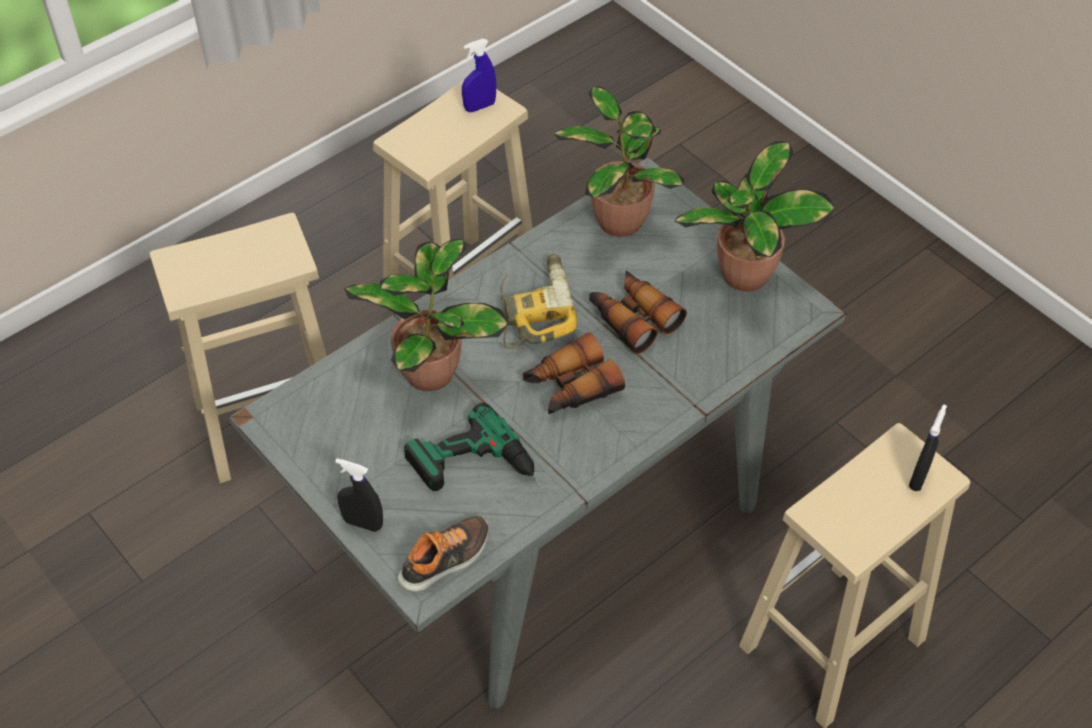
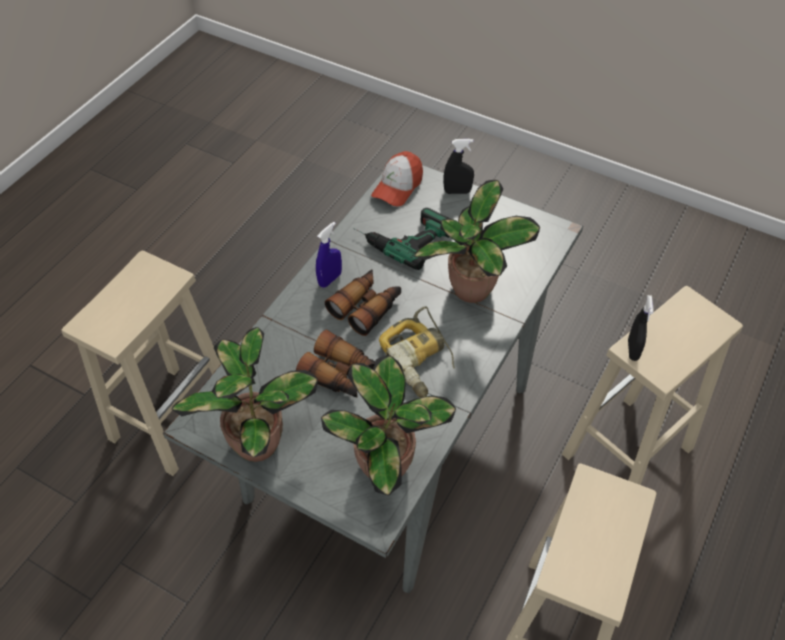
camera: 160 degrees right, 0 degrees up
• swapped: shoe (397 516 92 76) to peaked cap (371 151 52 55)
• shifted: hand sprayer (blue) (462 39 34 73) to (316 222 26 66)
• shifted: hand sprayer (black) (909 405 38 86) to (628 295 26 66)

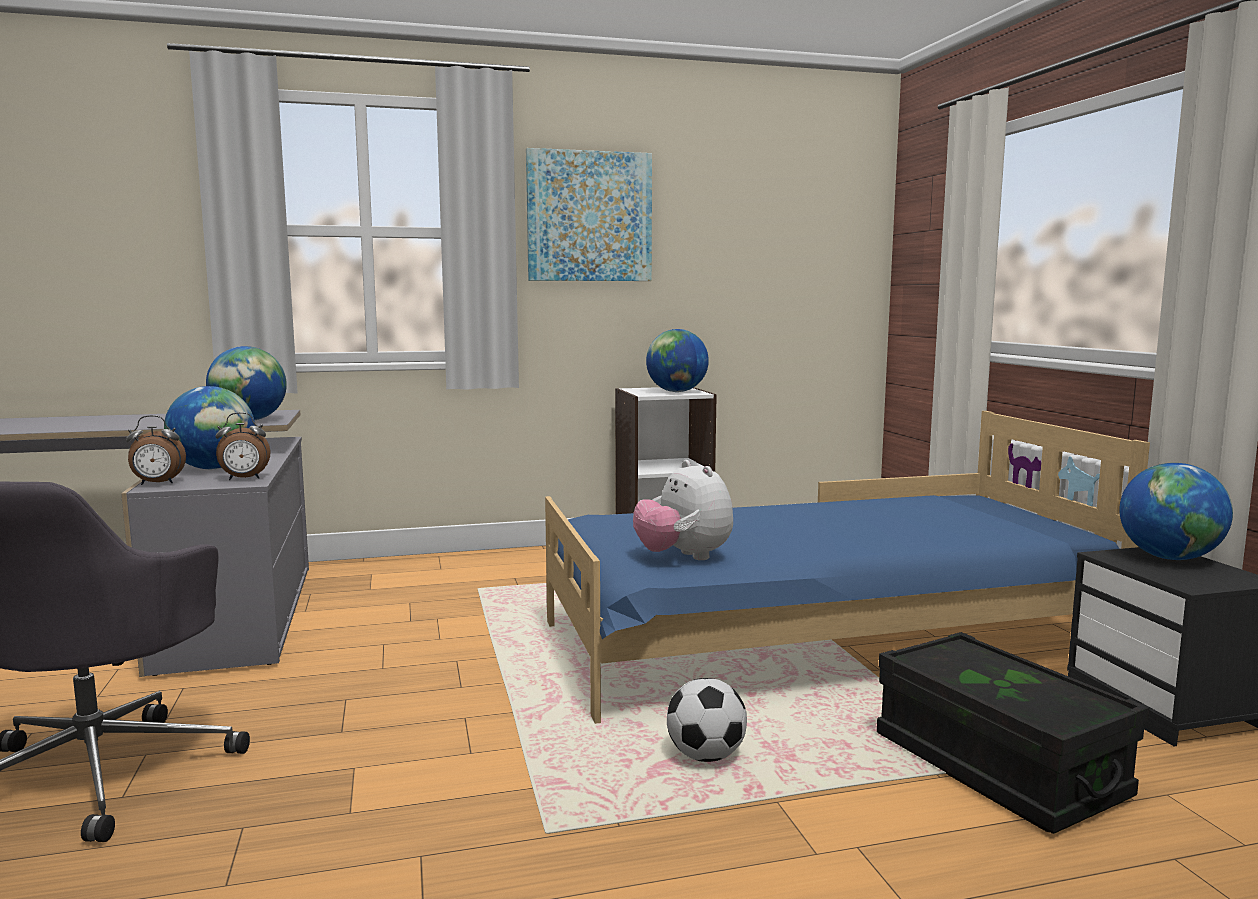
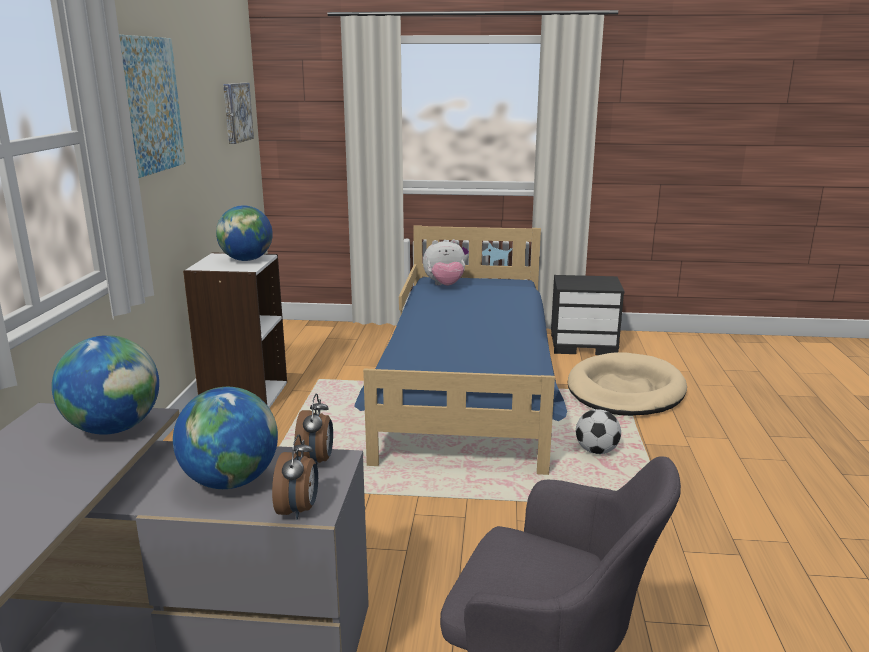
camera: 70 degrees left, 10 degrees up
• shifted: plush toy (633 460 100 100) to (423 239 43 46)
• swapped: storage box (black) (877 632 273 202) to pet bed (beige) (568 353 119 63)
• gone: globe (1119 463 114 97)
• new: wall picture (223 83 31 61)

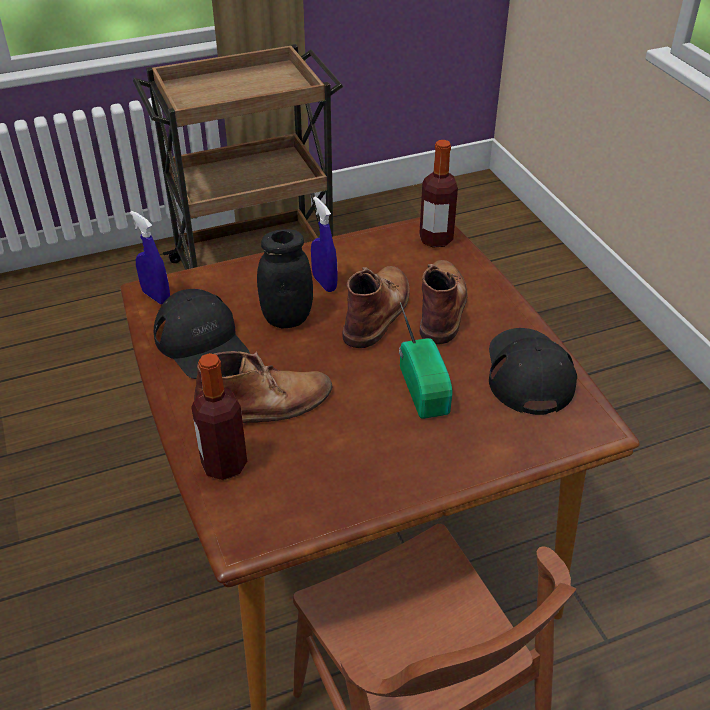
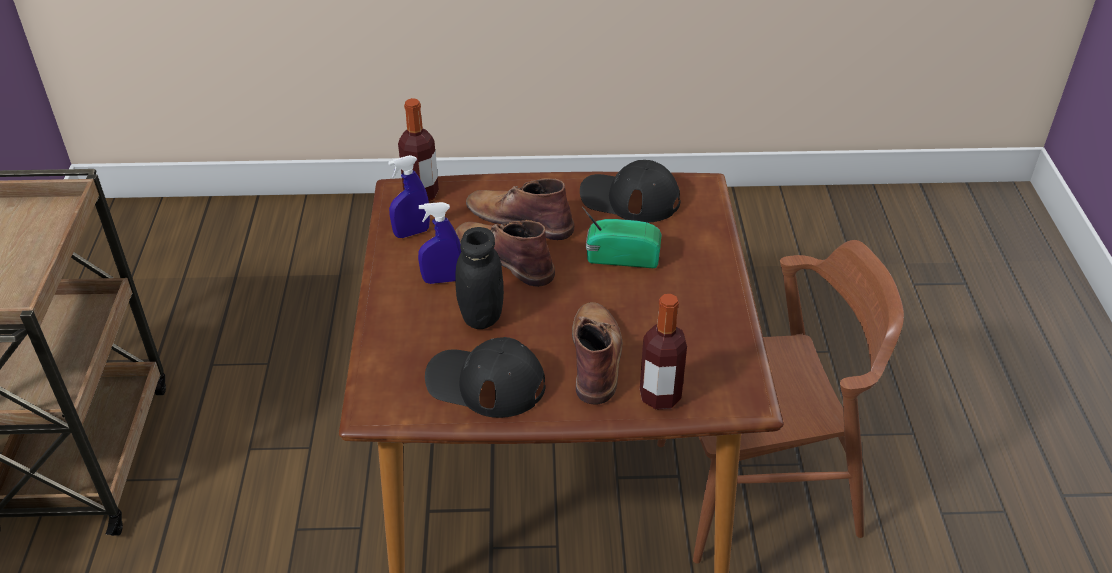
camera: 70 degrees left, 0 degrees up
• shifted: hand sprayer (blue) (130 211 40 93) to (388 155 42 83)
• rotated: peaked cap (black) (154 289 96 90) = (425 337 121 81) 150 degrees counterclockwise

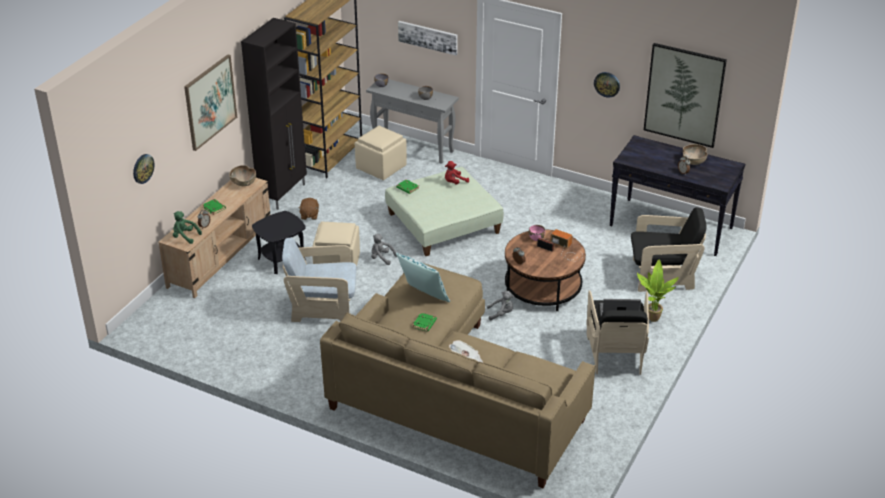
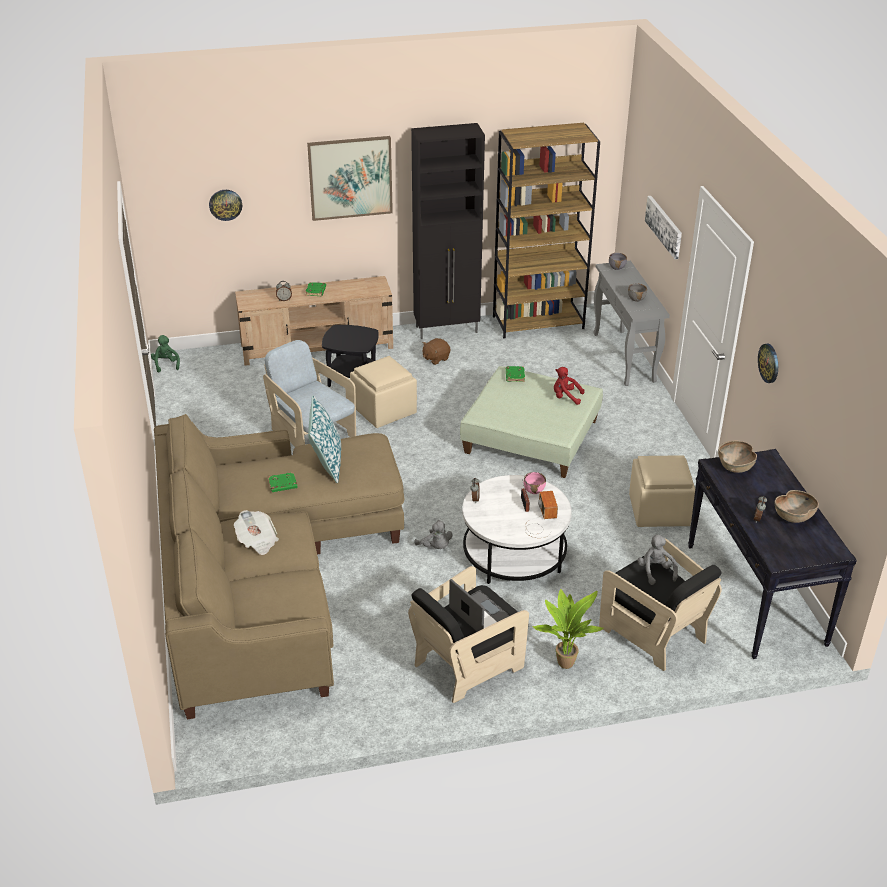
camera: 50 degrees right, 0 degrees up
• shifted: plush toy (green-coloured) (173 211 29 33) to (151 335 29 38)
• shifted: bowl (brown-coloured) (229 165 27 21) to (718 441 39 32)
• shifted: footrest (beige) (355 126 52 54) to (629 455 66 72)
• shifted: plush toy (grey) (371 234 26 31) to (637 534 41 51)
• repainted: coffee table (brown-coloured) (505 229 81 82) to coffee table (whitish) (462 475 110 109)
• gone: wall picture (644 43 83 105)

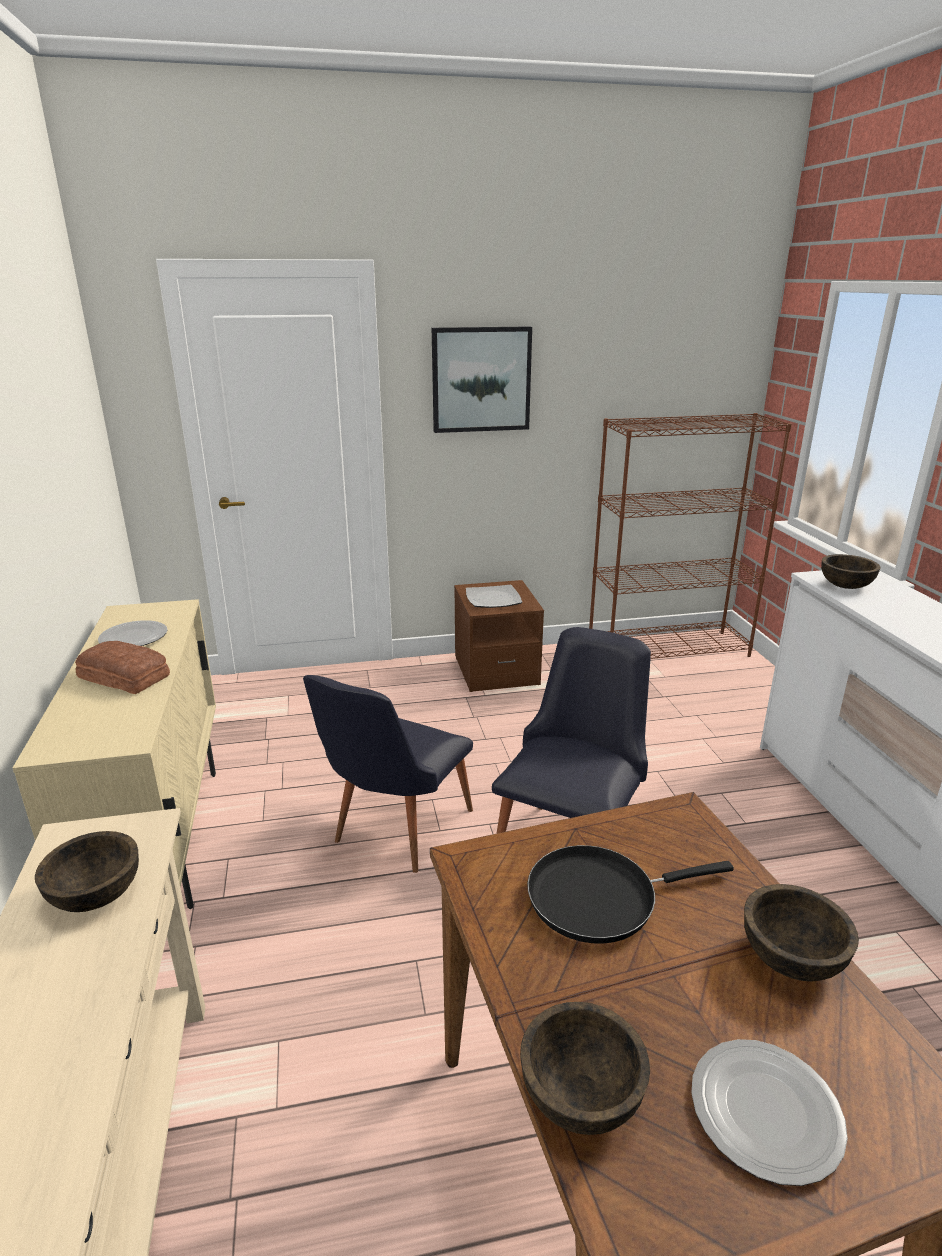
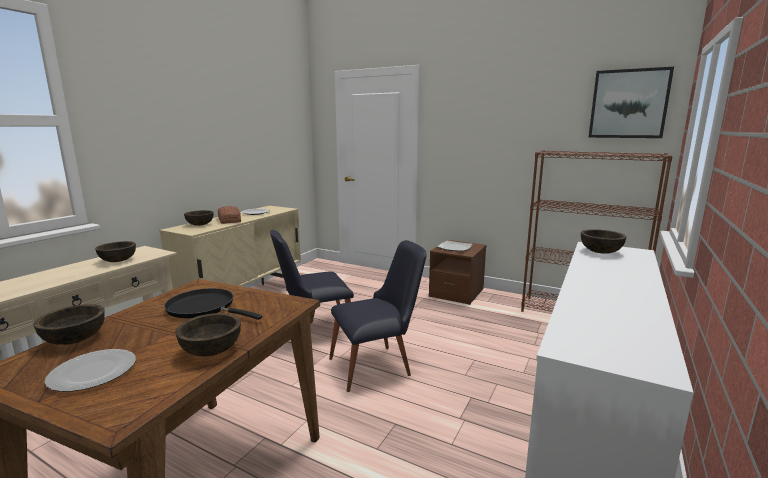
camera: 40 degrees right, 10 degrees down
• shifted: wall picture (432 326 100 107) to (588 67 86 71)
• new: bowl (brown-coloured) (184 210 30 16)

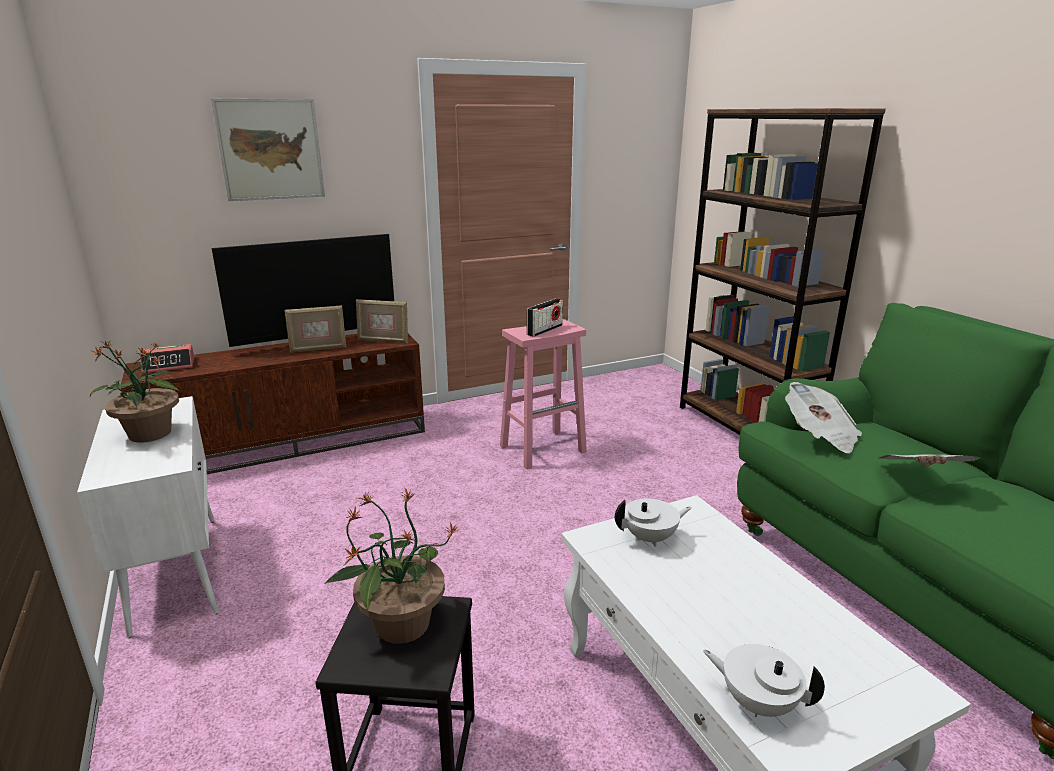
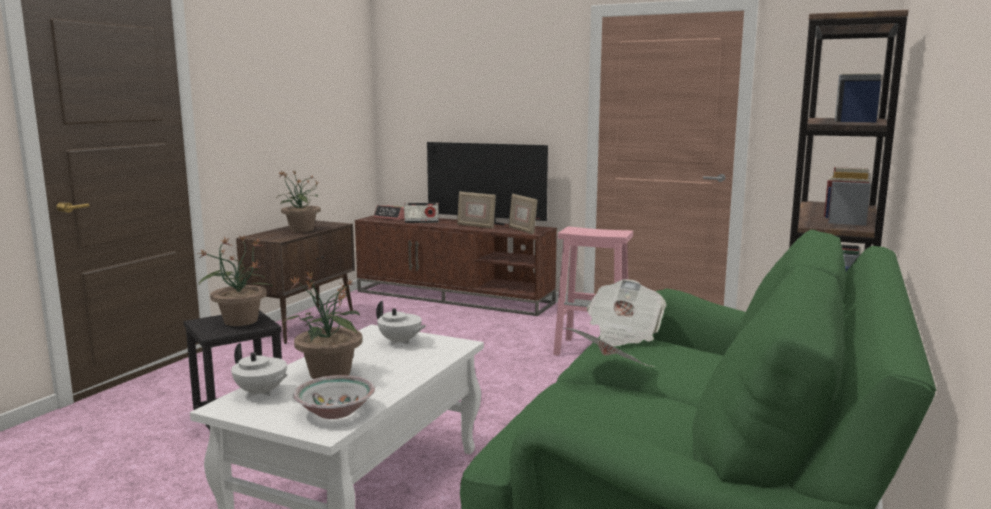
camera: 50 degrees right, 10 degrees down
• repainted: cupboard (whitish) (77 396 142 242) to cupboard (brown-coloured) (236 220 119 124)
• gone: wall picture (211 99 114 102)
• shifted: radio receiver (527 298 36 39) to (404 203 35 20)
• rotated: tea pot (whitish) (703 644 122 73) = (231 343 57 55) 135 degrees clockwise
• new: houseplant (282 271 81 108)
• new: bowl (293 375 82 44)

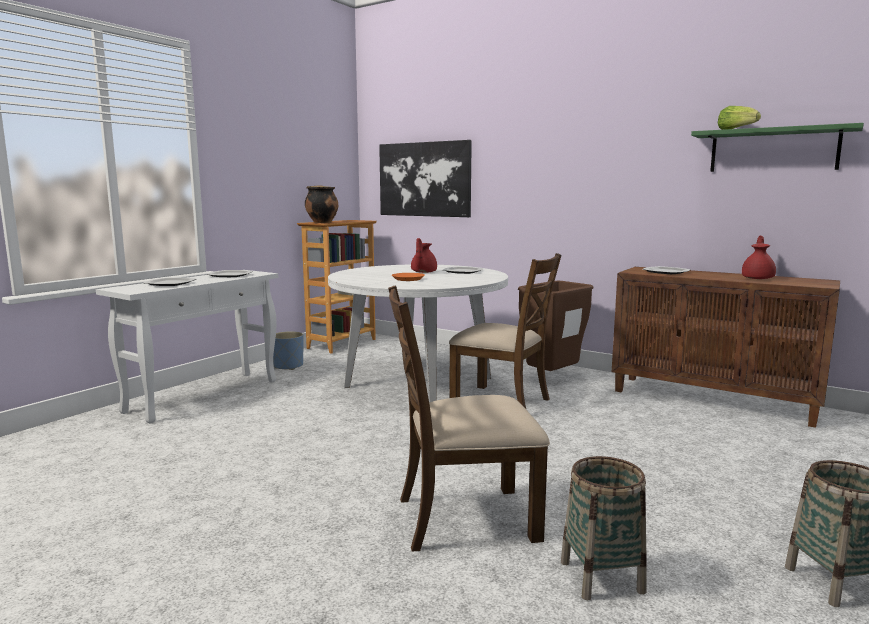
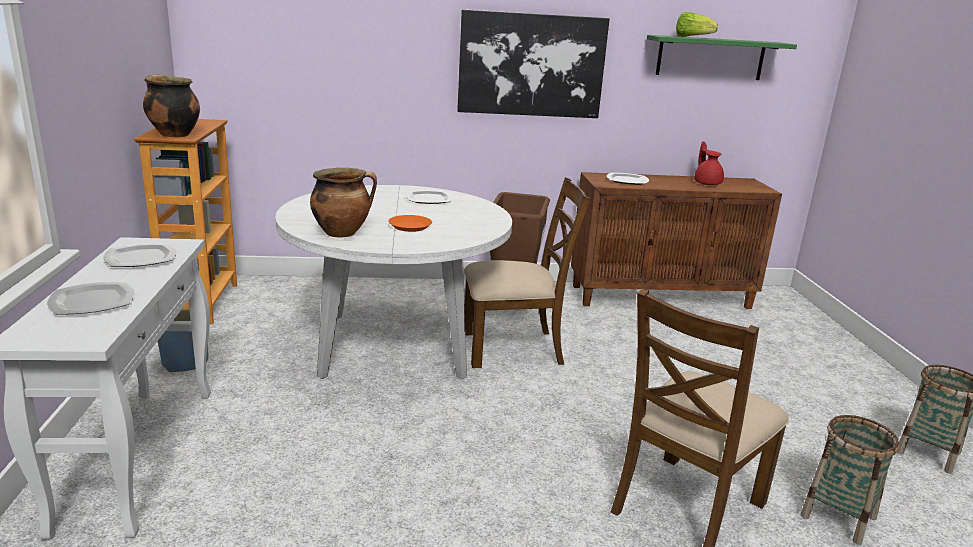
camera: 40 degrees left, 10 degrees up
• shifted: wall picture (379 140 93 77) to (457 9 152 109)
• gone: tea pot (reddish) (411 238 26 35)
• new: cooking pot (310 168 67 69)

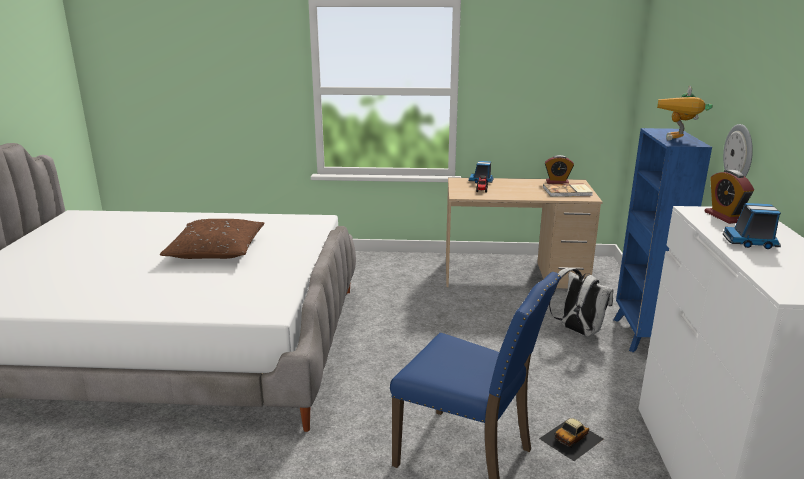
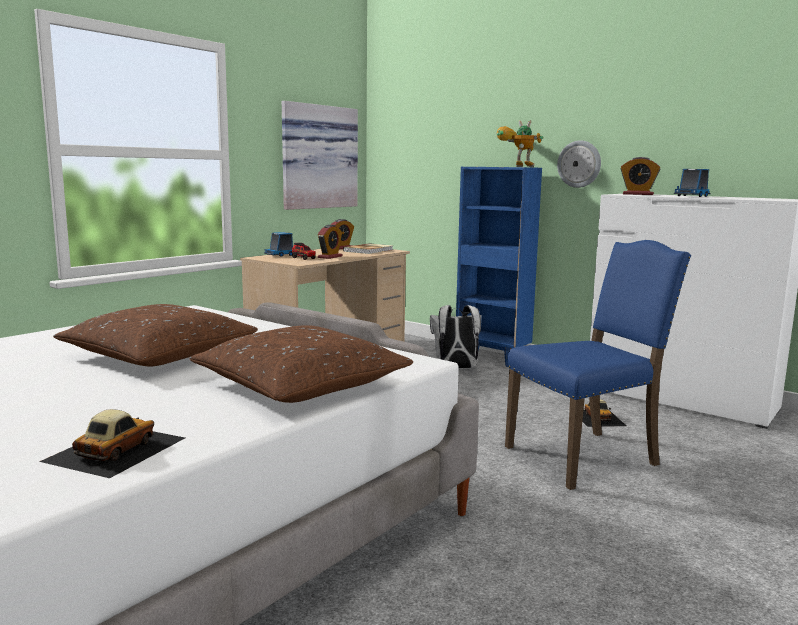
camera: 55 degrees left, 10 degrees down
• rotated: model robot (657 86 56 55) = (496 120 48 47) 150 degrees clockwise
• new: model car (39 409 146 69)
• new: pillow (brown-coloured) (190 325 223 78)
• new: wall picture (282 101 76 109)
• new: bedside clock (318 225 25 34)

